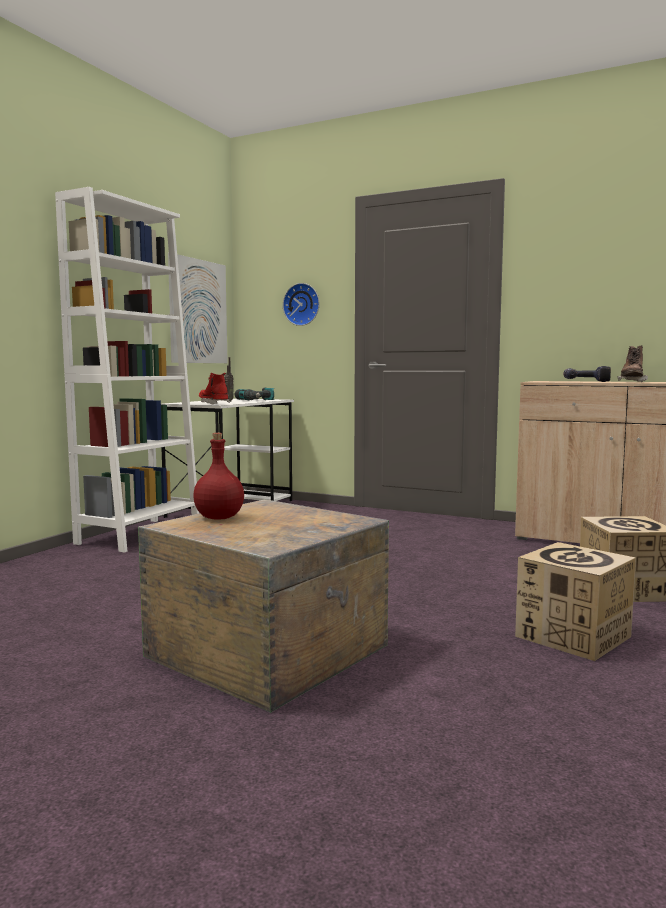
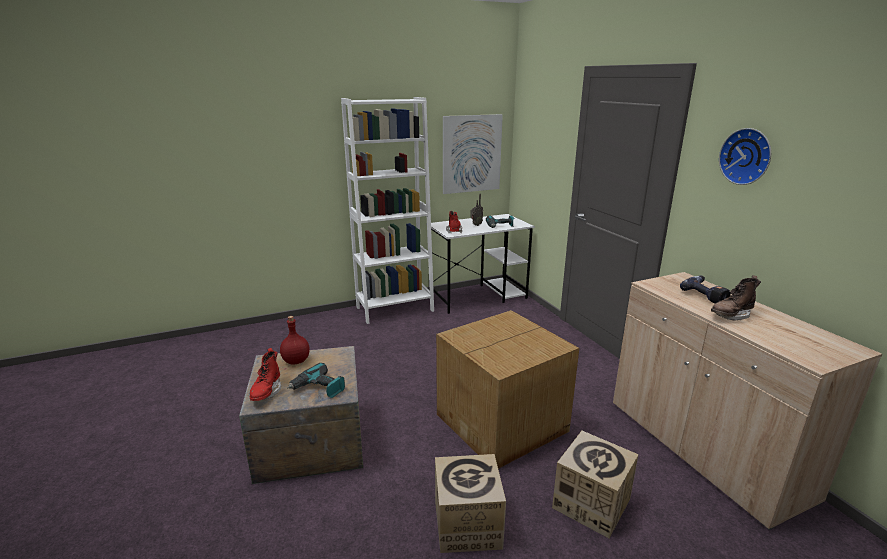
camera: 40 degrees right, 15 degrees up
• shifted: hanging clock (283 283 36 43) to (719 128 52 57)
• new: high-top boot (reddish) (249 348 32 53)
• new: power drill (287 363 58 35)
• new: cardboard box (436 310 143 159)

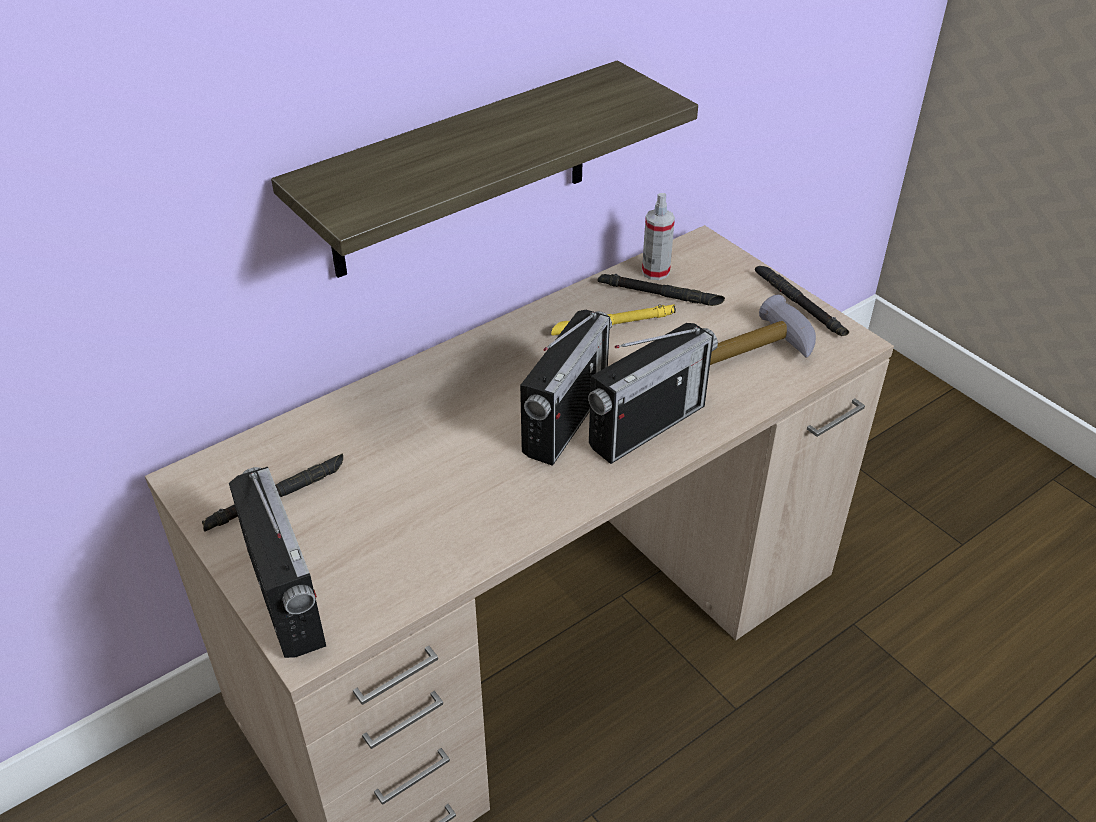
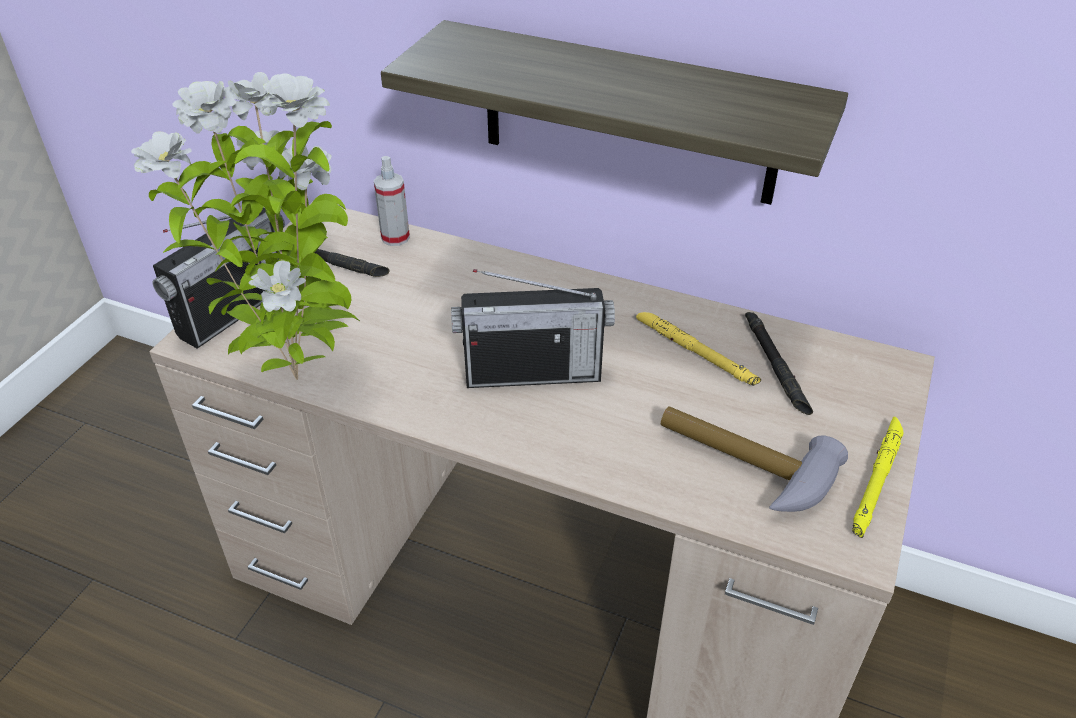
camera: 60 degrees right, 0 degrees up
• gone: radio receiver (588 323 130 141)
• shifted: hand sprayer (642 193 33 87) to (374 156 36 90)
• repainted: flashlight (black) (755 266 94 70) to flashlight (yellow) (852 417 51 121)
• new: houseplant (131 72 229 308)

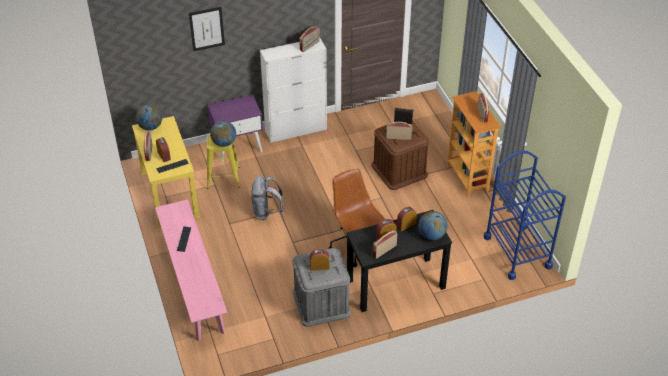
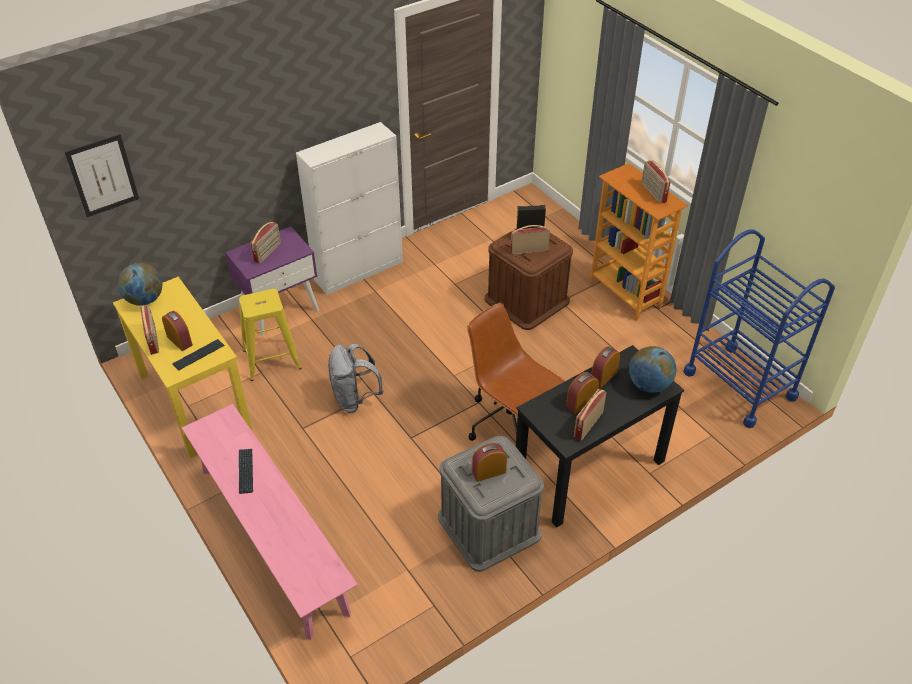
camera: 15 degrees left, 0 degrees up
• shifted: wall picture (189 7 36 44) to (65 134 74 83)
• gone: globe (210 121 26 26)
• shifted: radio receiver (299 27 21 25) to (251 222 30 42)

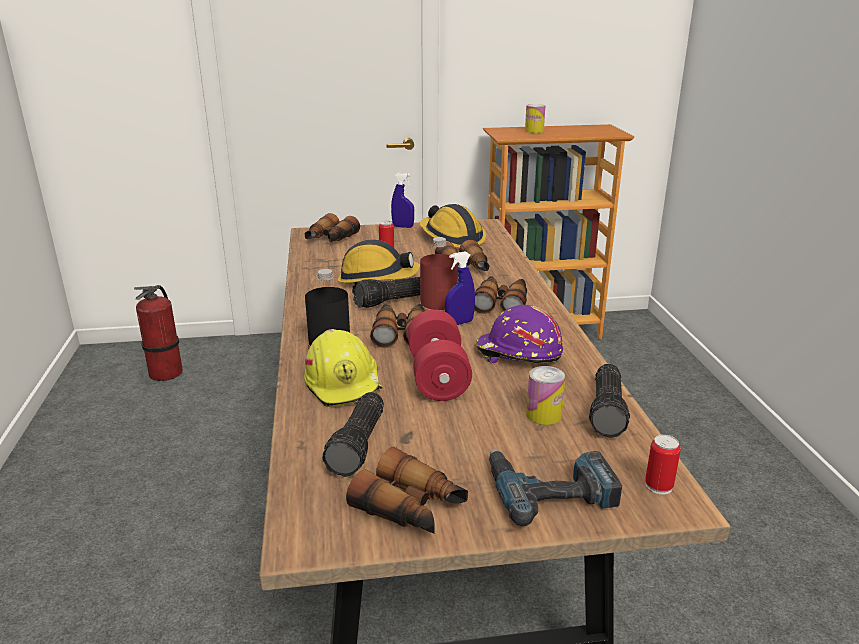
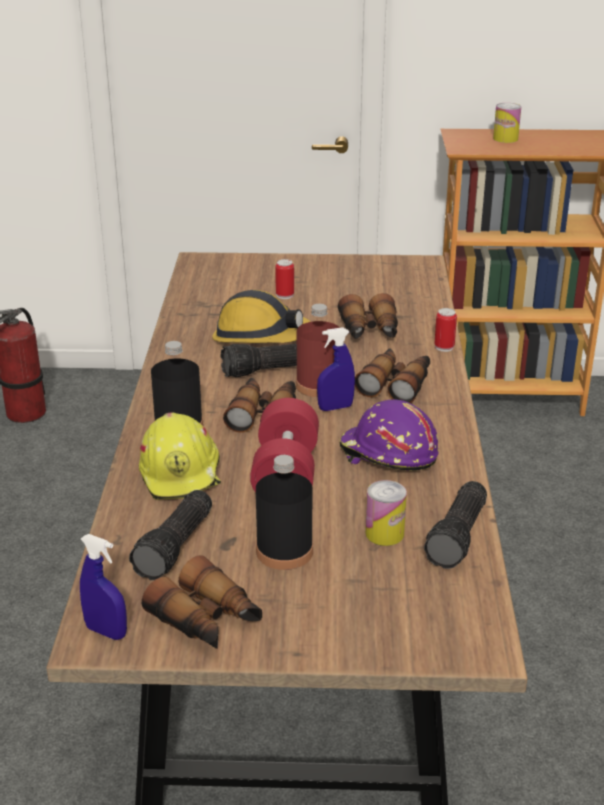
camera: 10 degrees right, 5 degrees up
• gone: pair of binoculars (305 213 55 30)
• shifted: hand sprayer (blue) (391 173 23 55) to (80 534 47 106)
• gone: safety helmet (419 204 67 44)
• gone: power drill (489 449 133 77)
• shifted: metal can (645 435 36 60) to (434 308 23 44)
• new: bottle (black) (256 455 57 115)

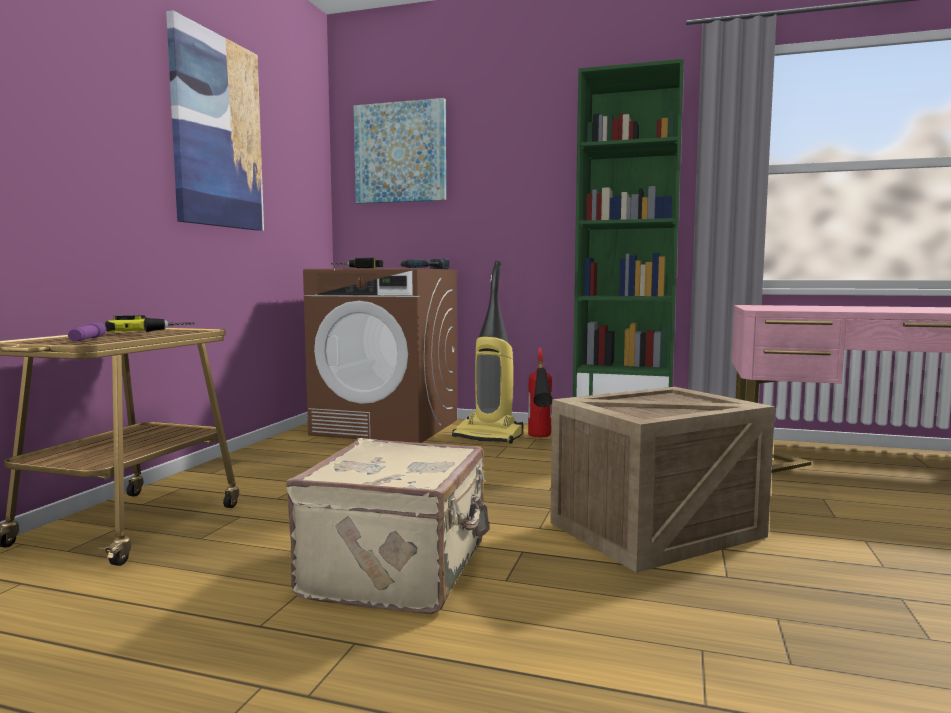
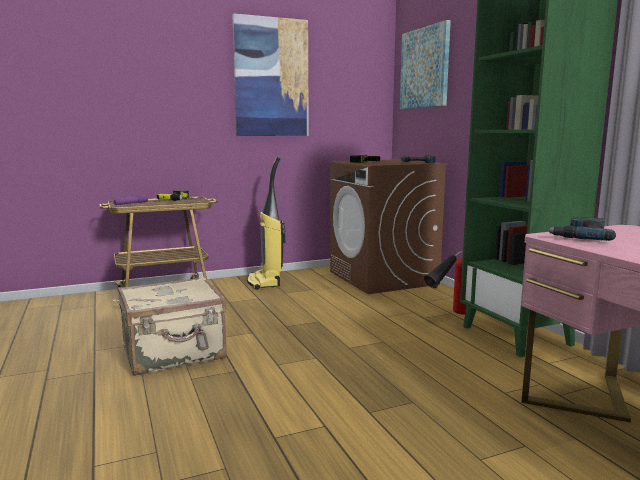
camera: 50 degrees right, 5 degrees up
• shifted: vacuum (452 261 71 183) to (247 157 38 133)
• gone: shipping crate (550 387 225 186)
• new: power drill (547 217 69 24)

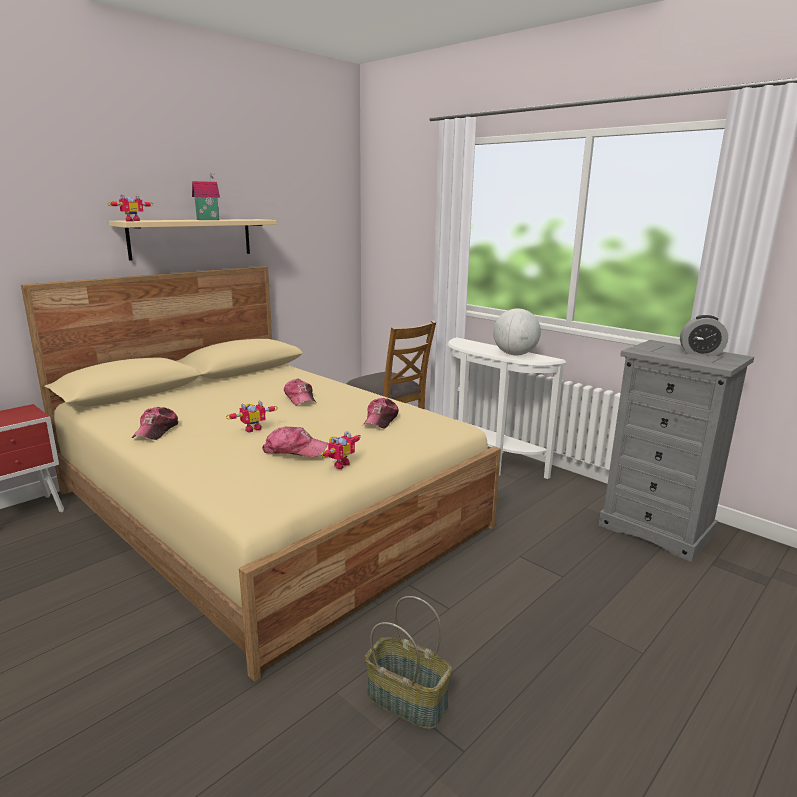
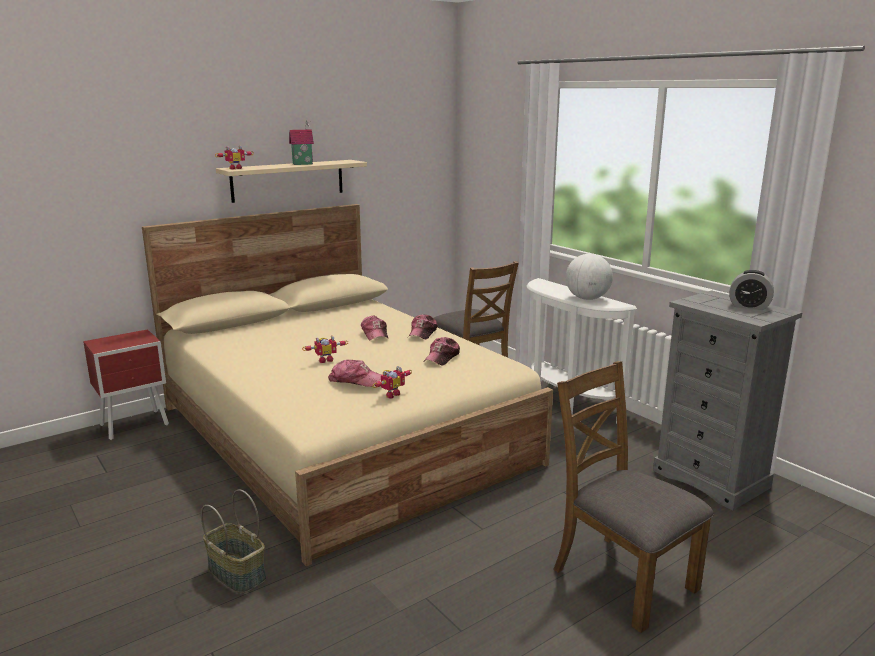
camera: 10 degrees right, 0 degrees up
• shifted: peaked cap (132 407 46 33) to (408 314 30 25)
• shifted: household basket (365 596 87 133) to (201 489 65 104)
• new: chair (brown-coloured) (553 361 161 272)

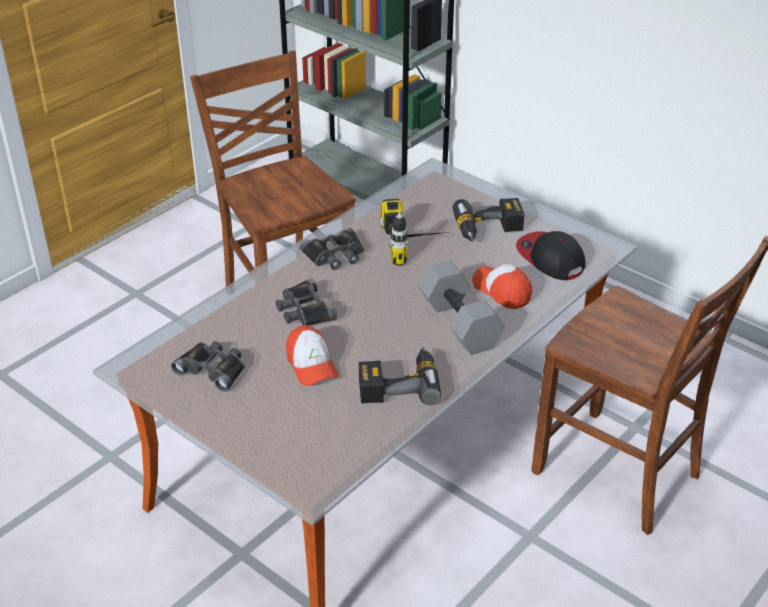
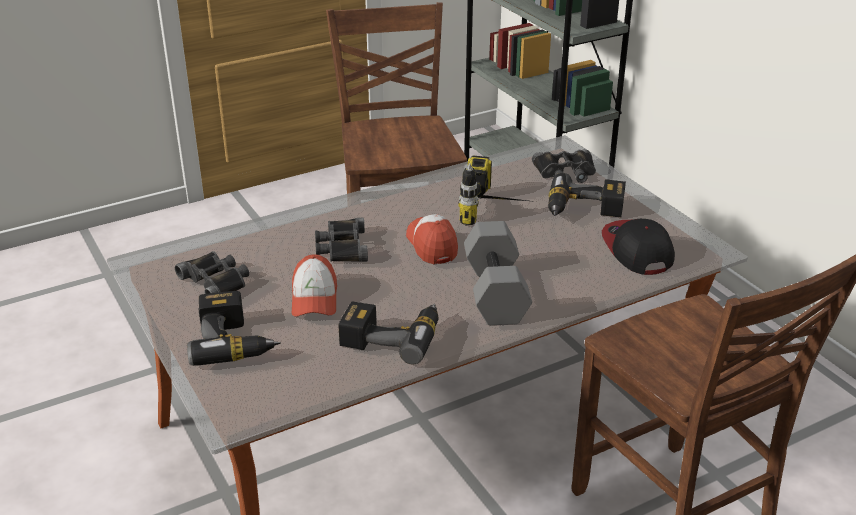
camera: 20 degrees right, 5 degrees down
• shifted: pair of binoculars (black) (300 228 64 42) to (532 149 64 34)
• shifted: peaked cap (472 264 60 45) to (406 214 52 50)
• new: power drill (187 291 94 75)

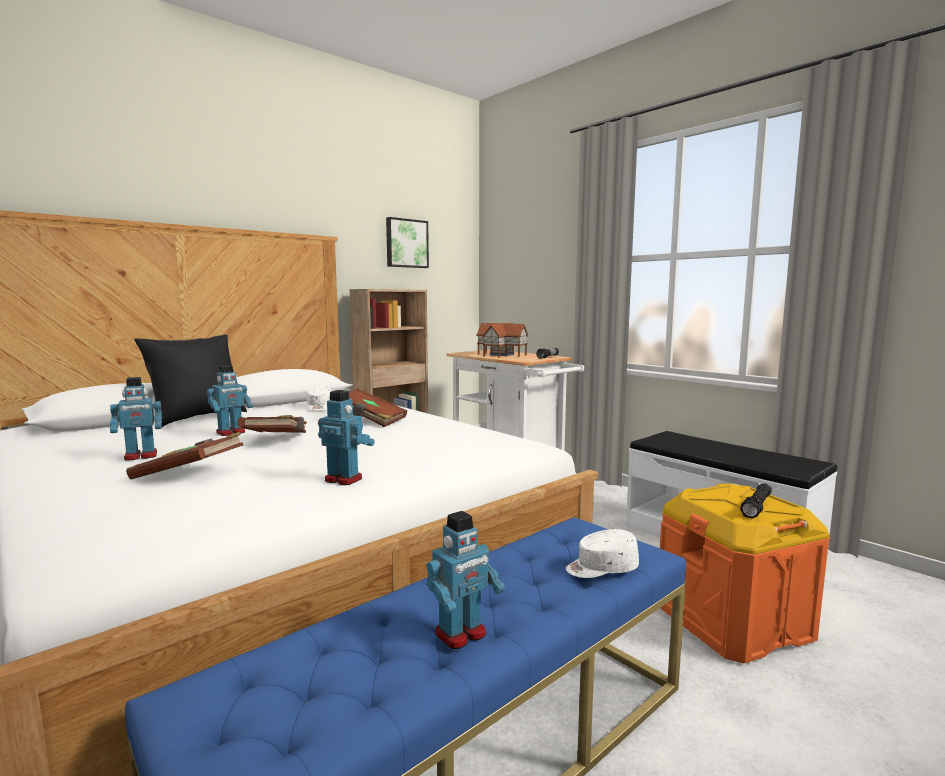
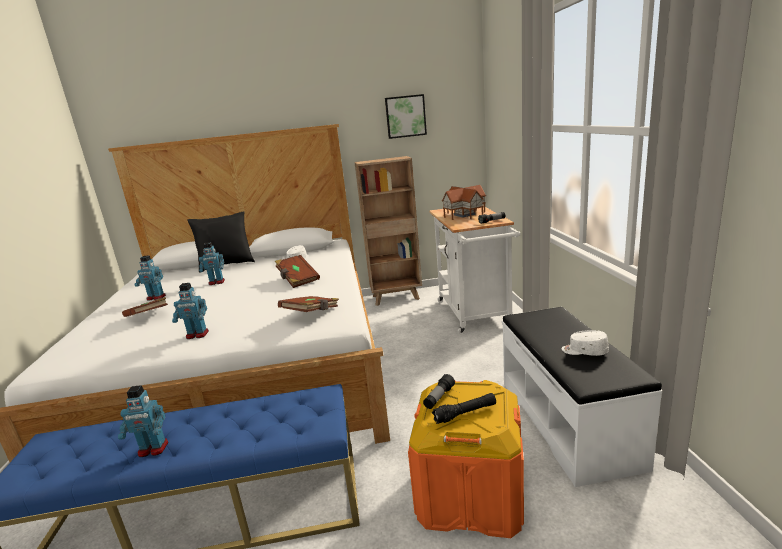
camera: 35 degrees right, 10 degrees up
• shifted: volume (brown-coloured) (238 415 69 18) to (278 296 61 16)
• rotated: model robot (318 390 57 95) = (172 283 37 56) 120 degrees clockwise
• shifted: peaked cap (whitish) (566 529 73 49) to (561 330 48 26)
• new: flashlight (423 374 32 35)

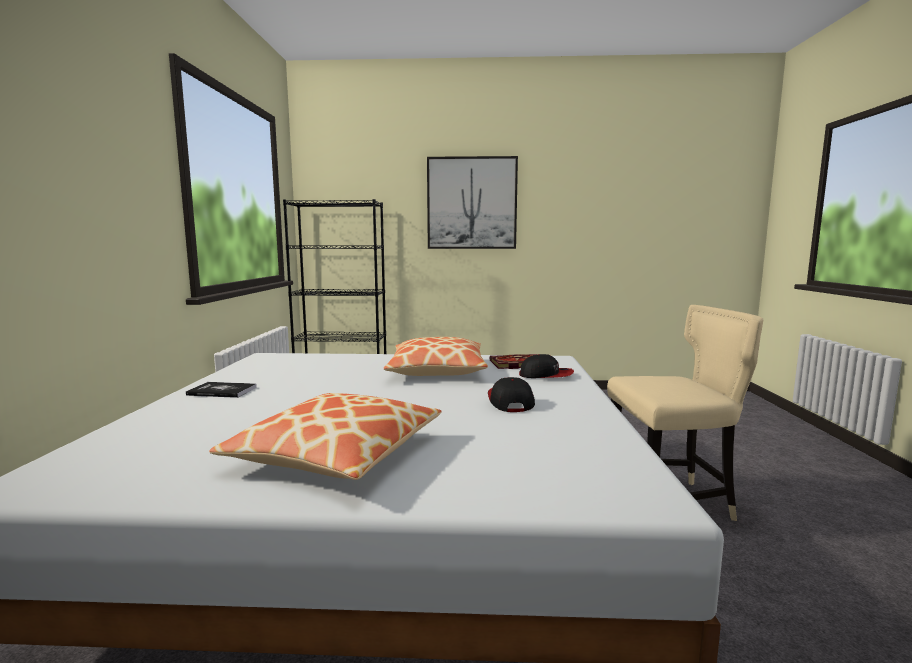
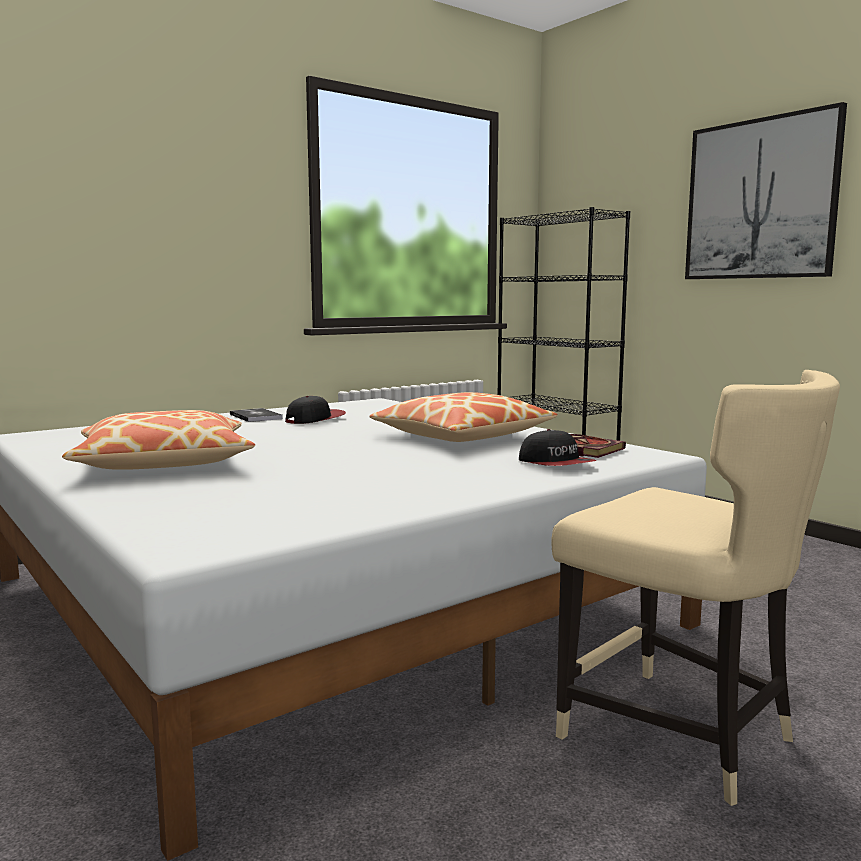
camera: 50 degrees right, 0 degrees up
• shifted: peaked cap (488 377 47 35) to (285 396 61 28)

